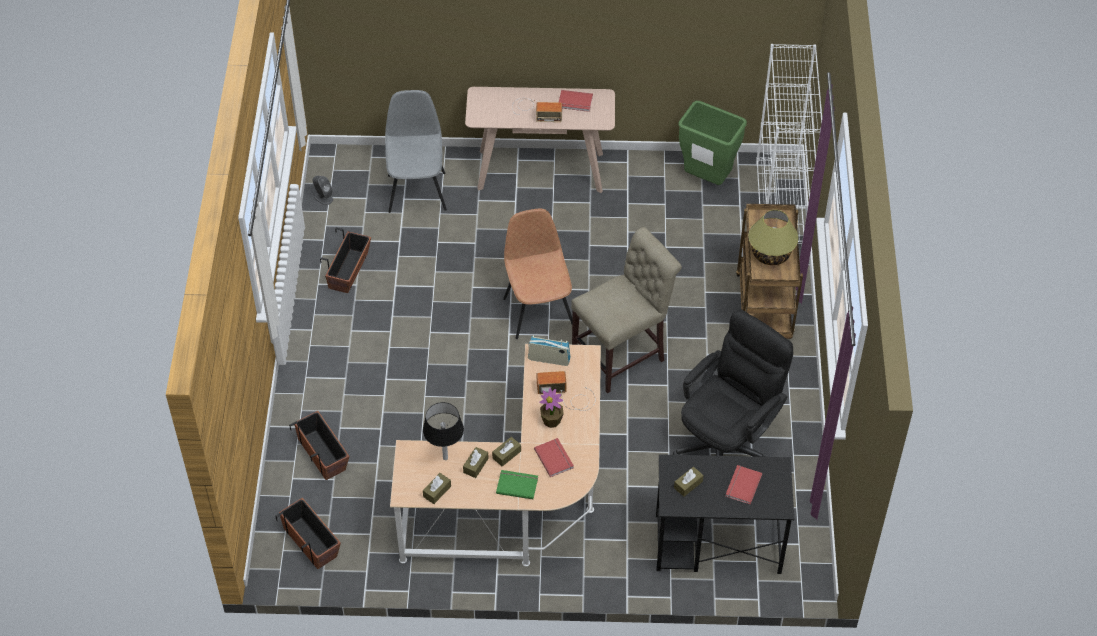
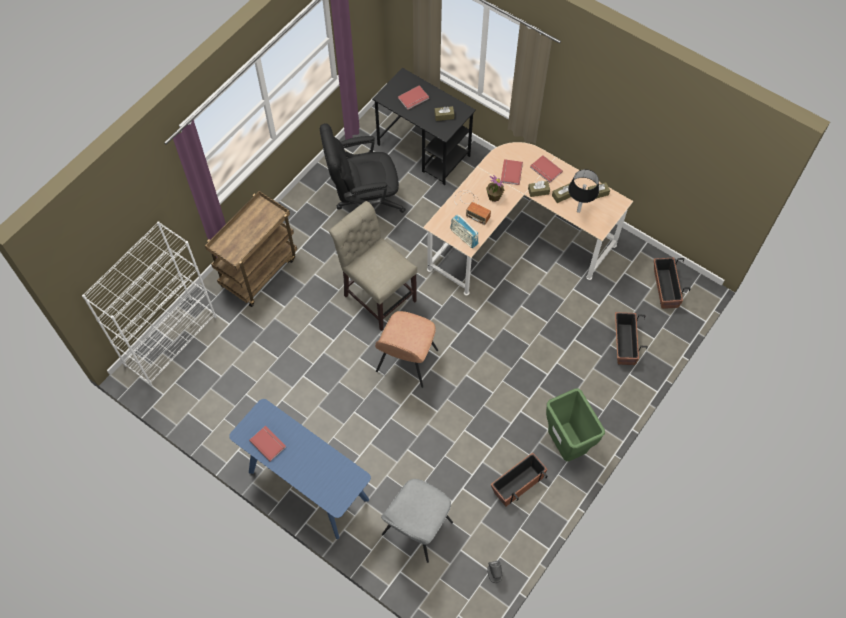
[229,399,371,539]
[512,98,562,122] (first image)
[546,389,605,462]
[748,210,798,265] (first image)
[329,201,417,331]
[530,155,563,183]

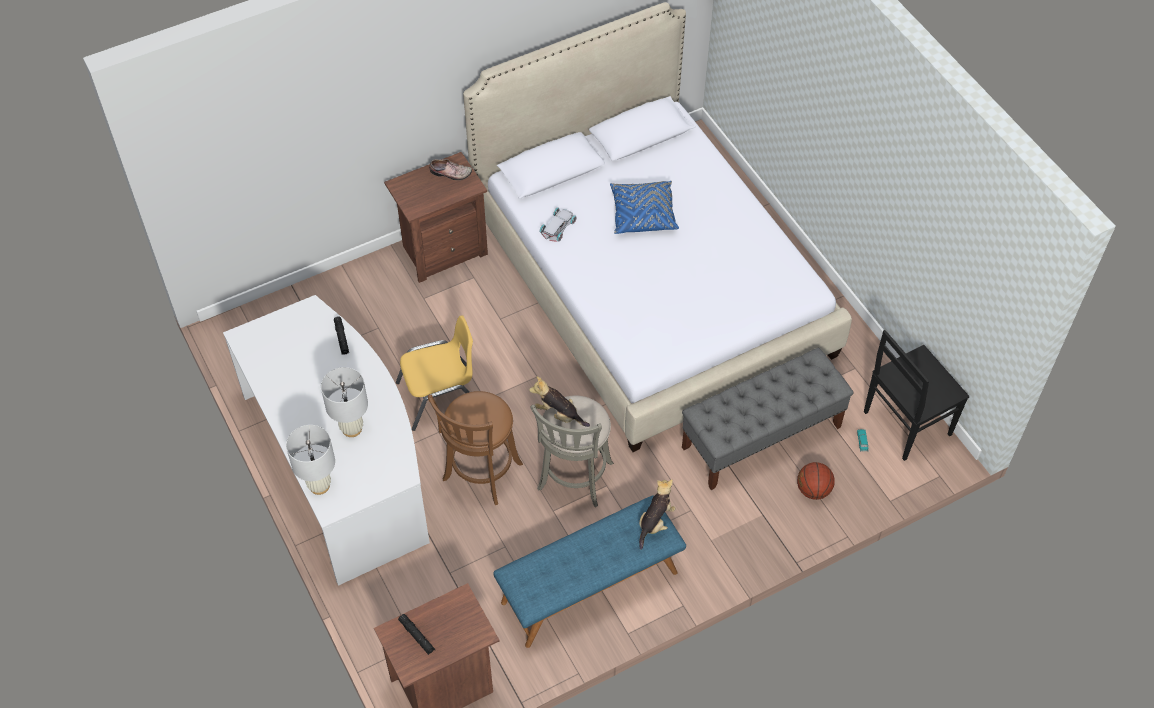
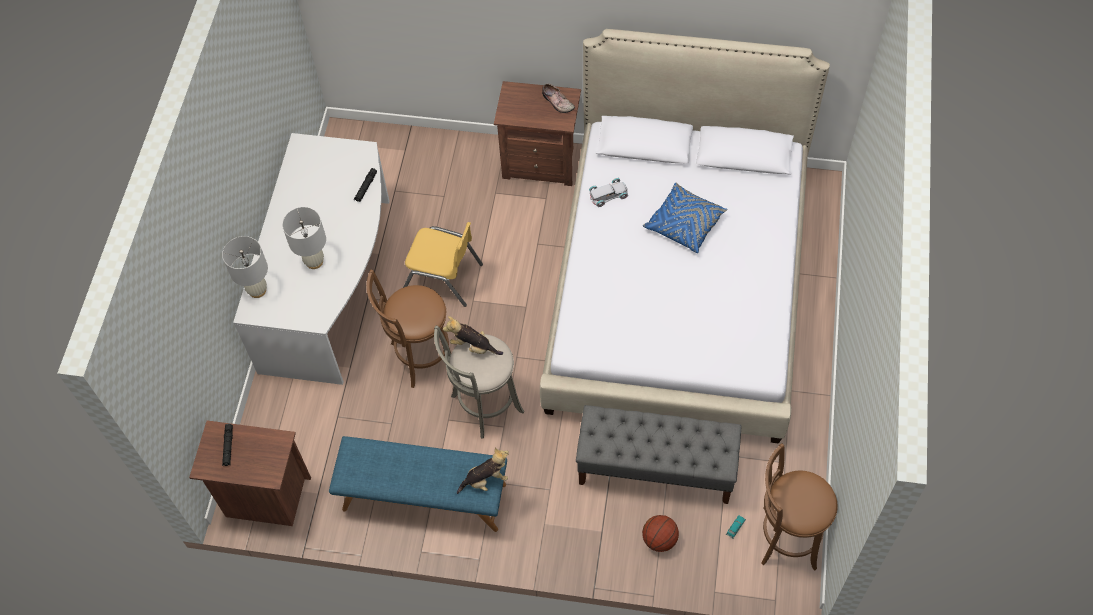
[761,443,837,571]
[443,316,503,355]

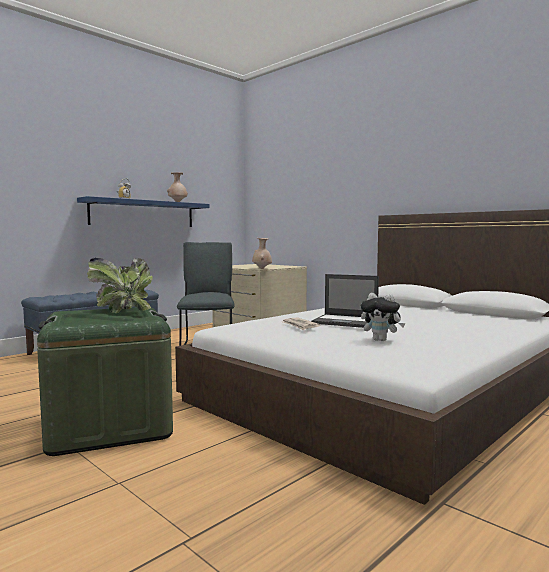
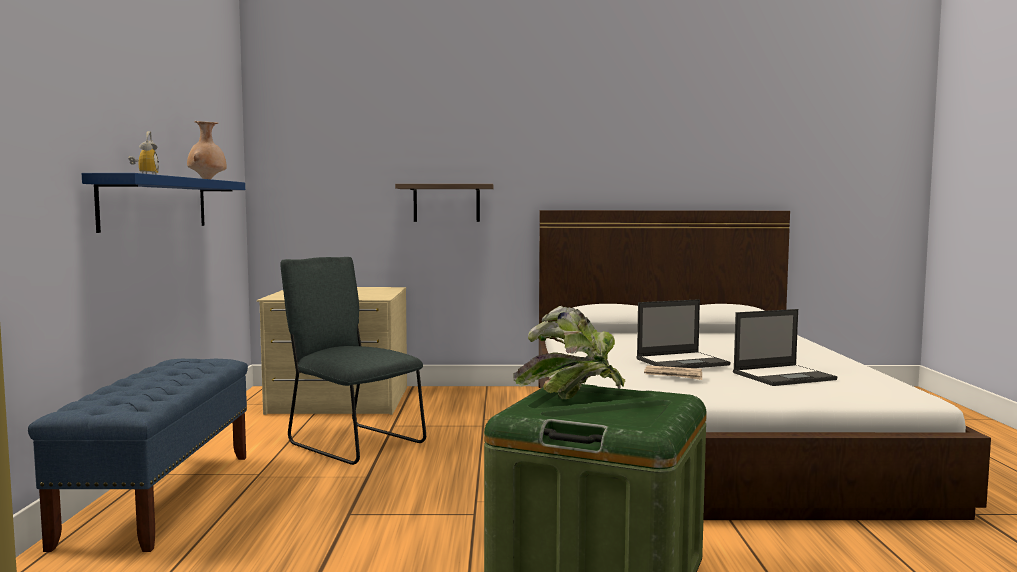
[252,238,272,269] (first image)
[733,309,837,386]
[395,184,494,222]

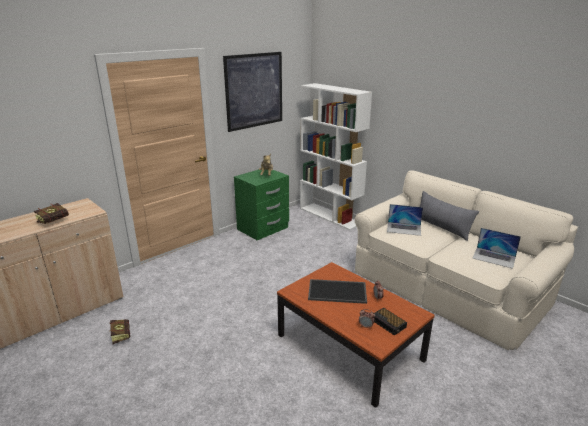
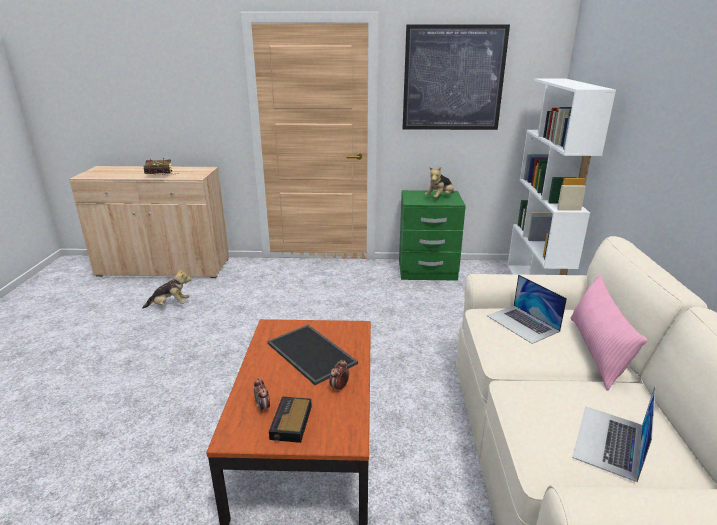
[571,274,648,391]
[572,385,656,482]
[142,268,191,309]

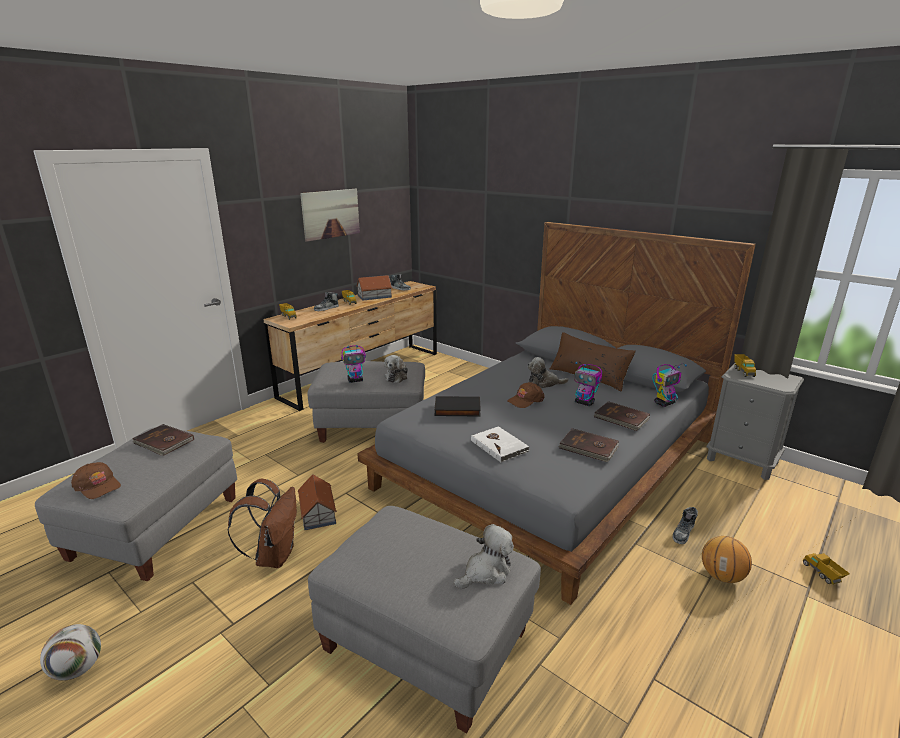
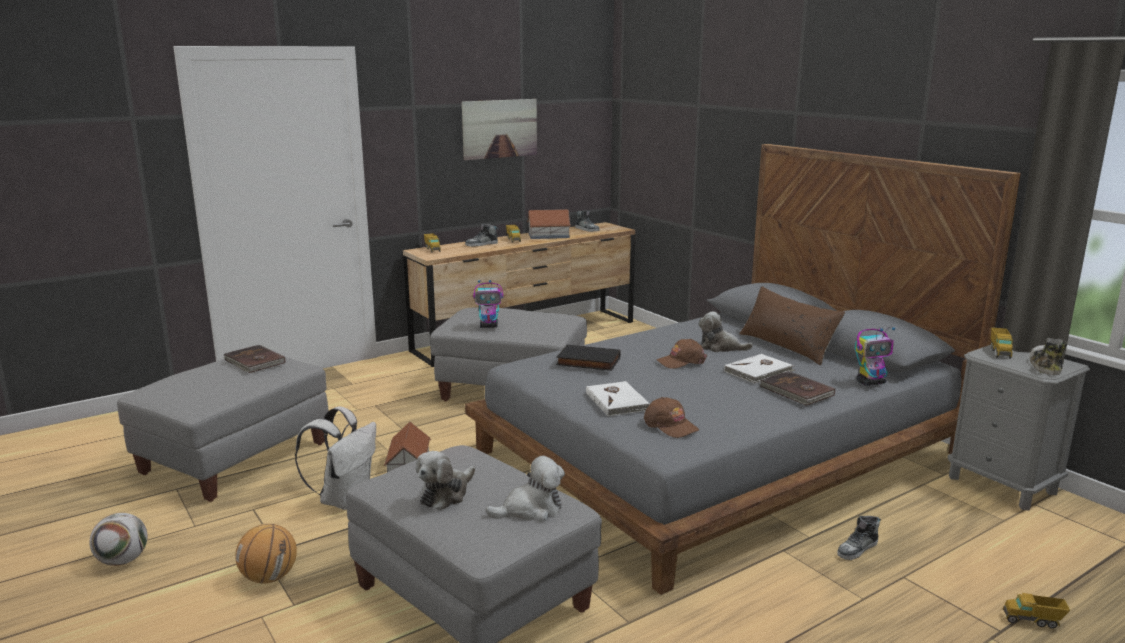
[416,451,475,510]
[724,354,795,384]
[558,428,619,462] (first image)
[644,397,699,438]
[295,406,376,510]
[235,524,297,584]
[1002,593,1070,629]
[1030,338,1067,375]

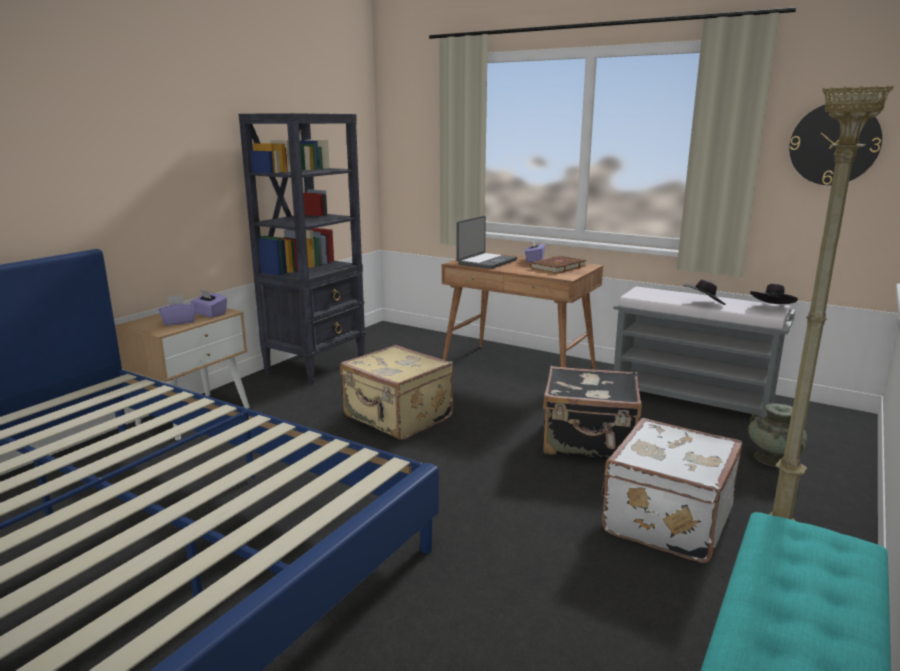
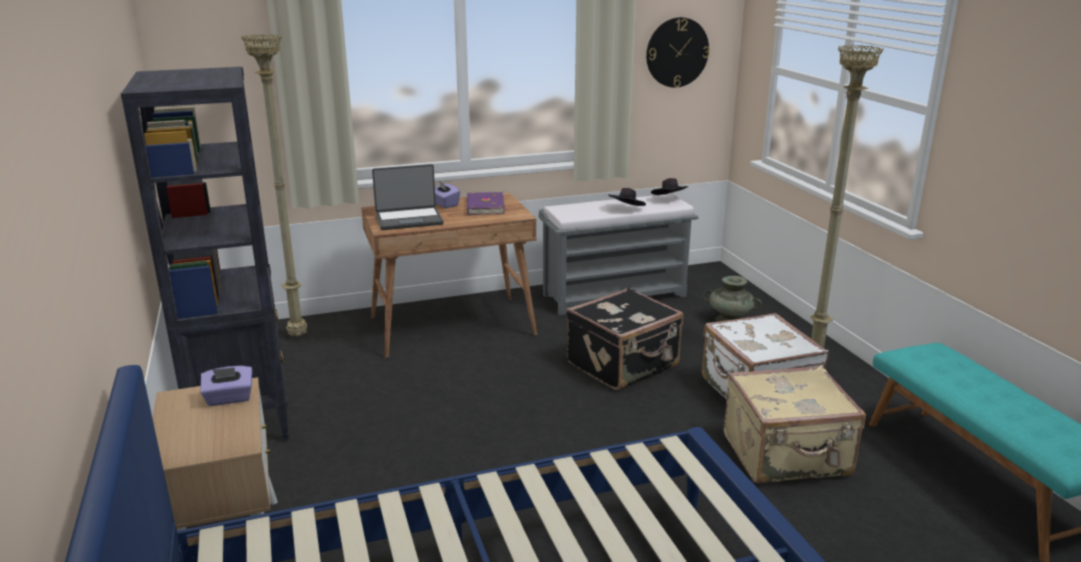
[372,164,444,230]
[467,192,505,215]
[158,295,196,326] (first image)
[724,365,866,484]
[241,34,307,336]

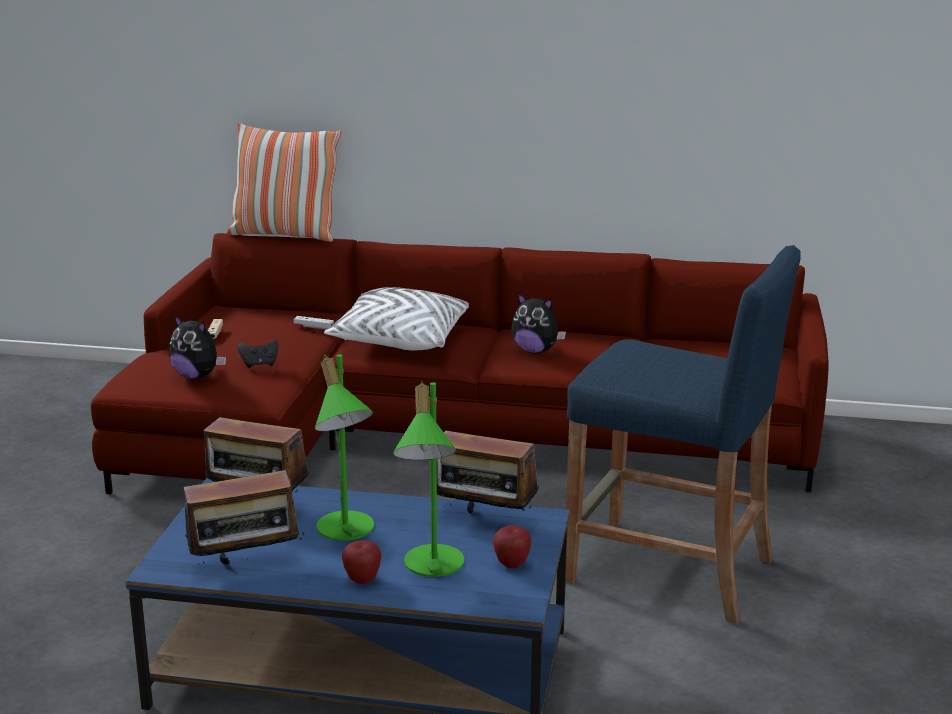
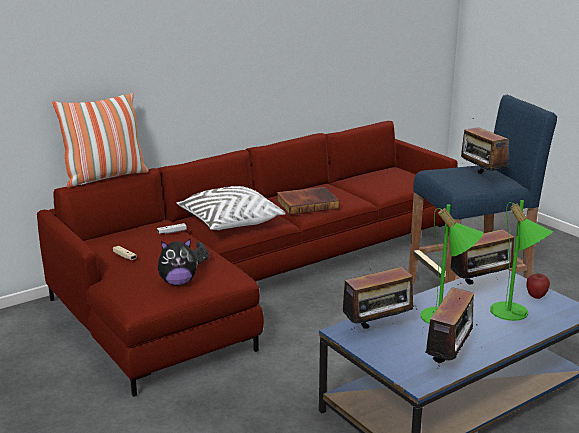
[277,187,340,215]
[342,540,381,584] (first image)
[461,118,509,174]

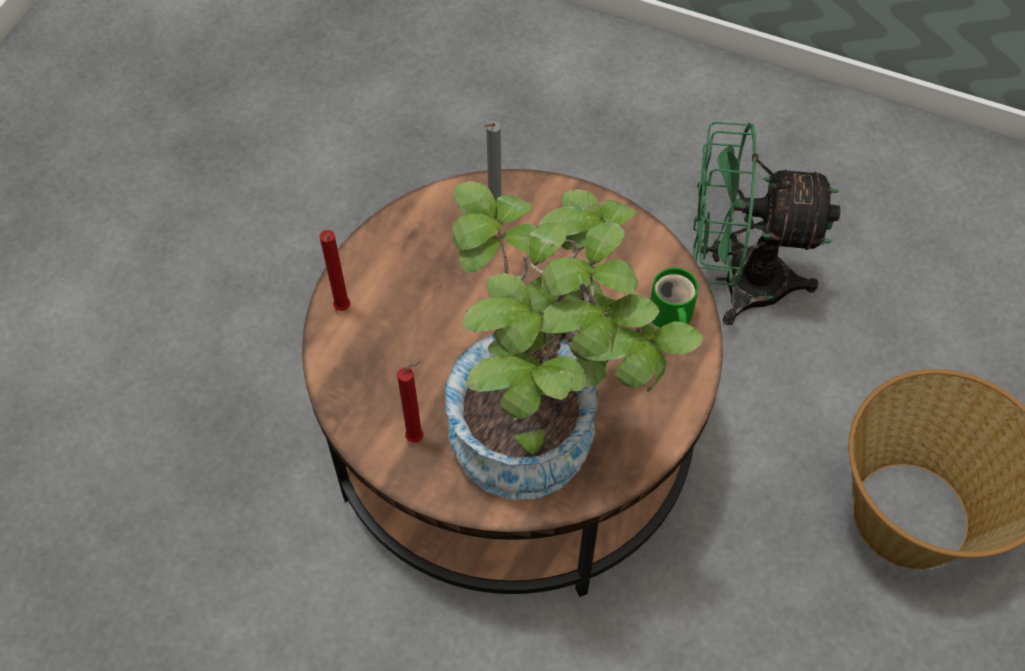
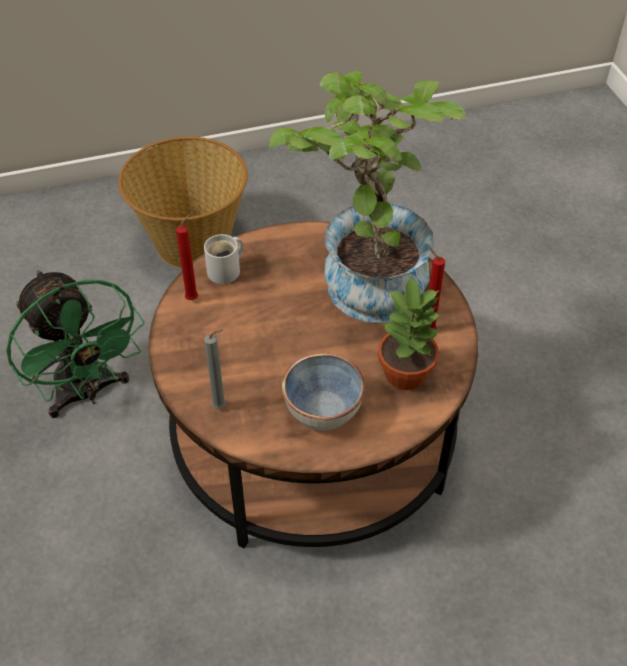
[176,214,198,300]
[204,234,243,284]
[378,276,440,390]
[282,353,365,431]

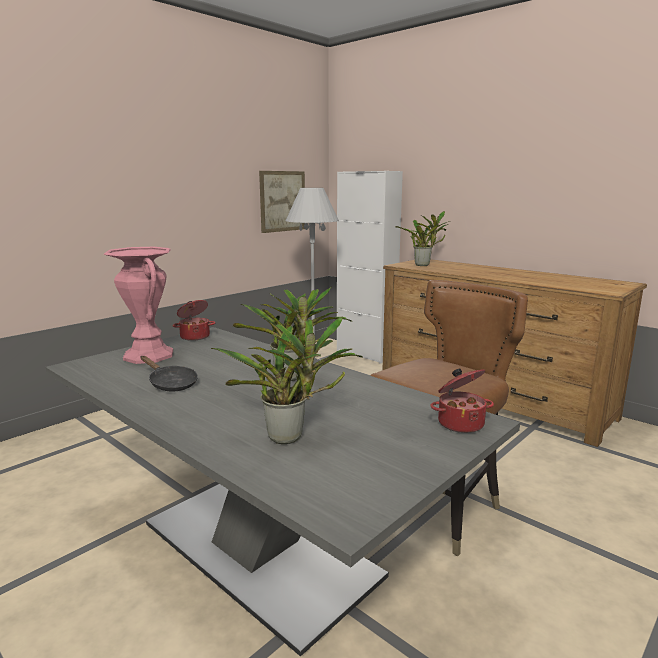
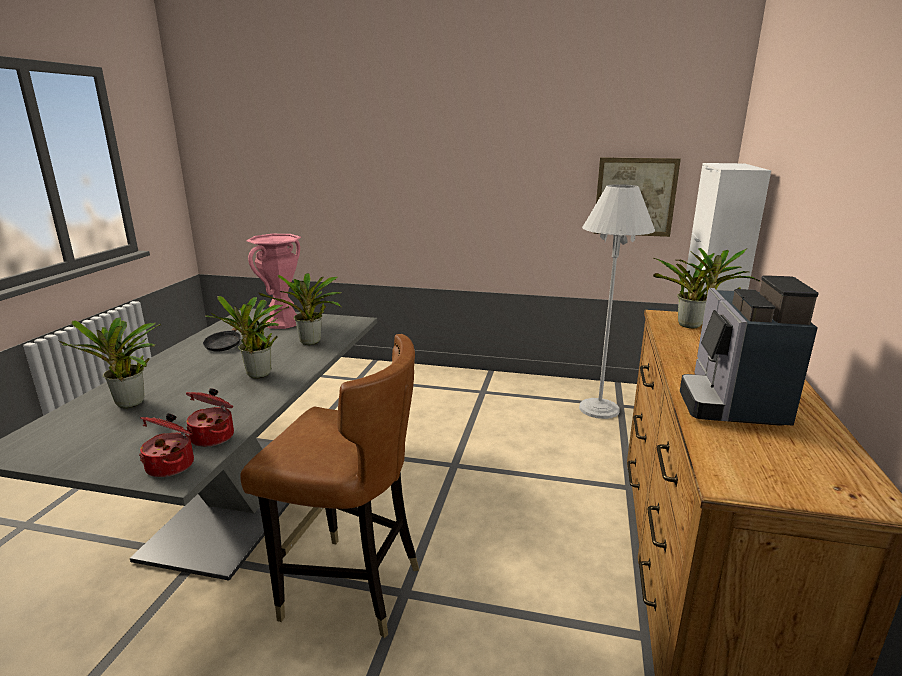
[186,388,234,447]
[259,273,342,345]
[680,275,819,426]

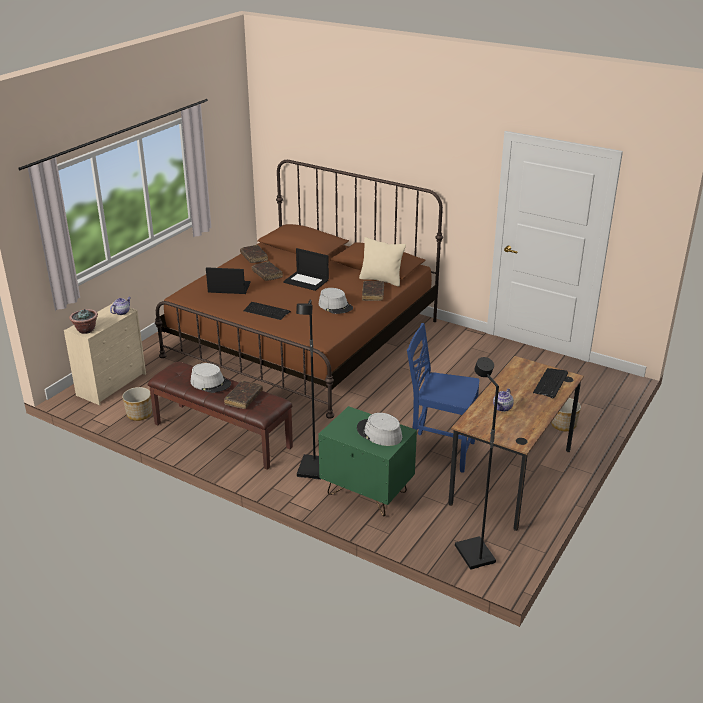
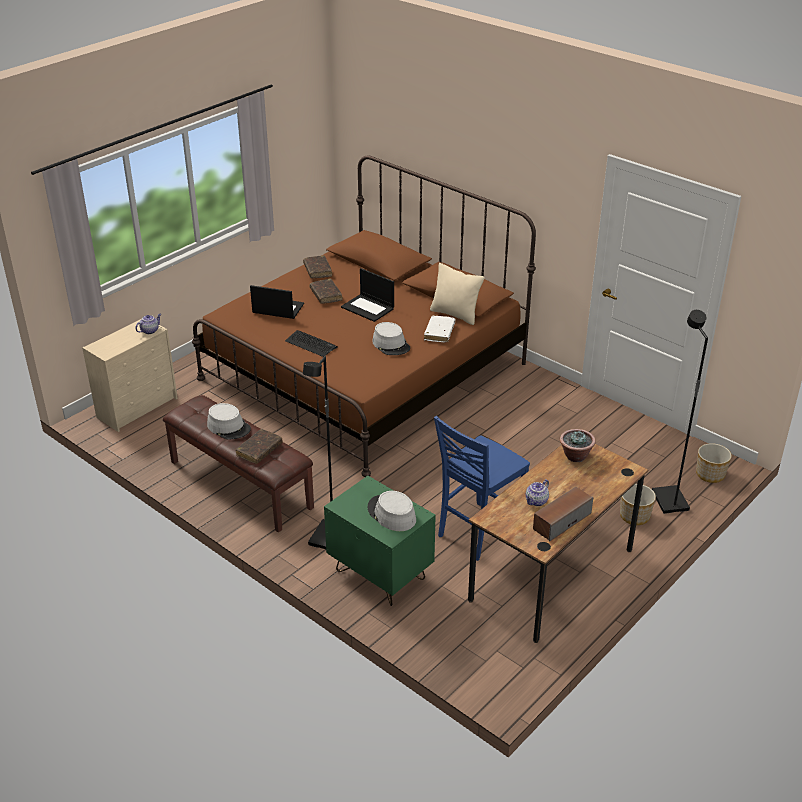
[424,316,455,342]
[560,429,596,462]
[434,416,530,561]
[652,310,708,514]
[533,368,568,398] (first image)
[696,443,732,483]
[533,487,593,542]

